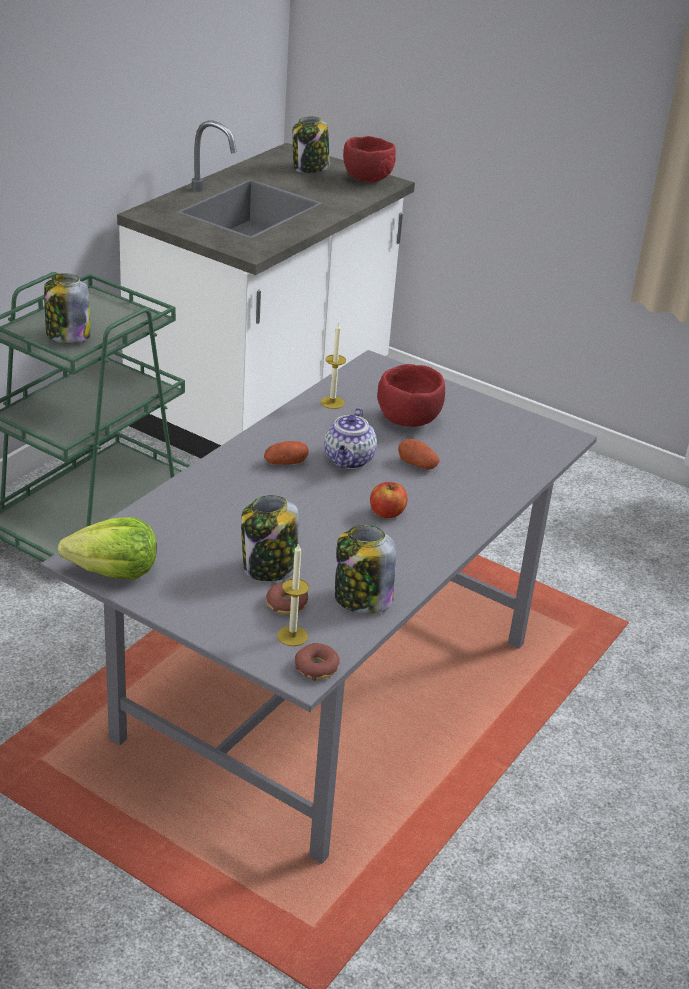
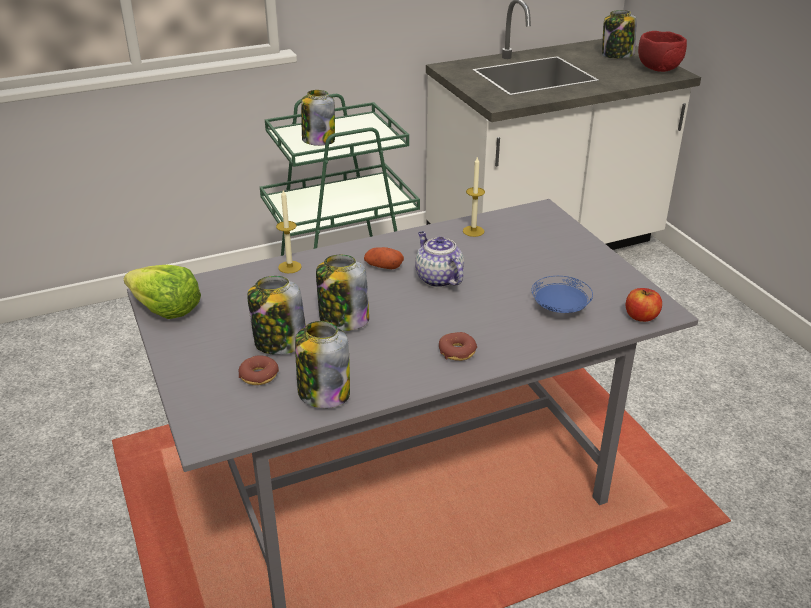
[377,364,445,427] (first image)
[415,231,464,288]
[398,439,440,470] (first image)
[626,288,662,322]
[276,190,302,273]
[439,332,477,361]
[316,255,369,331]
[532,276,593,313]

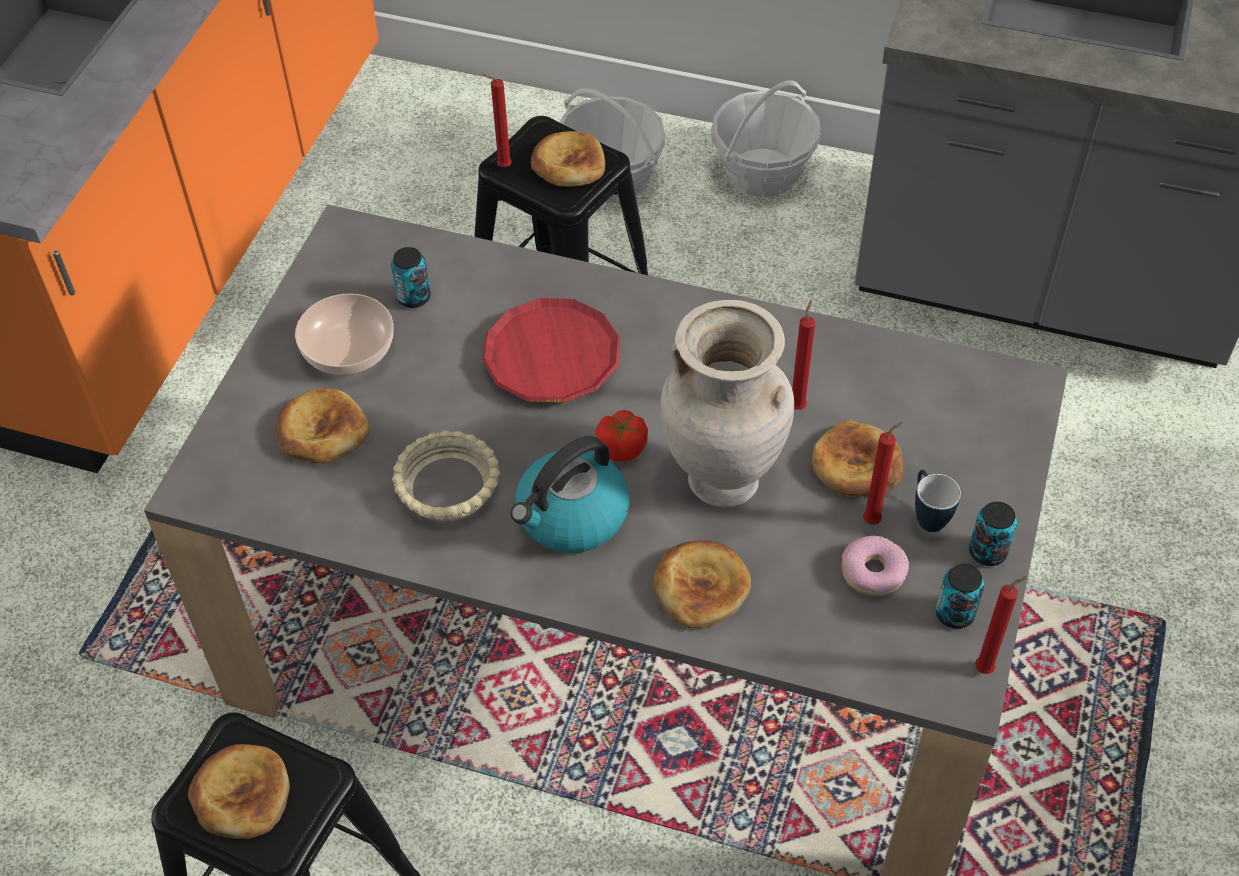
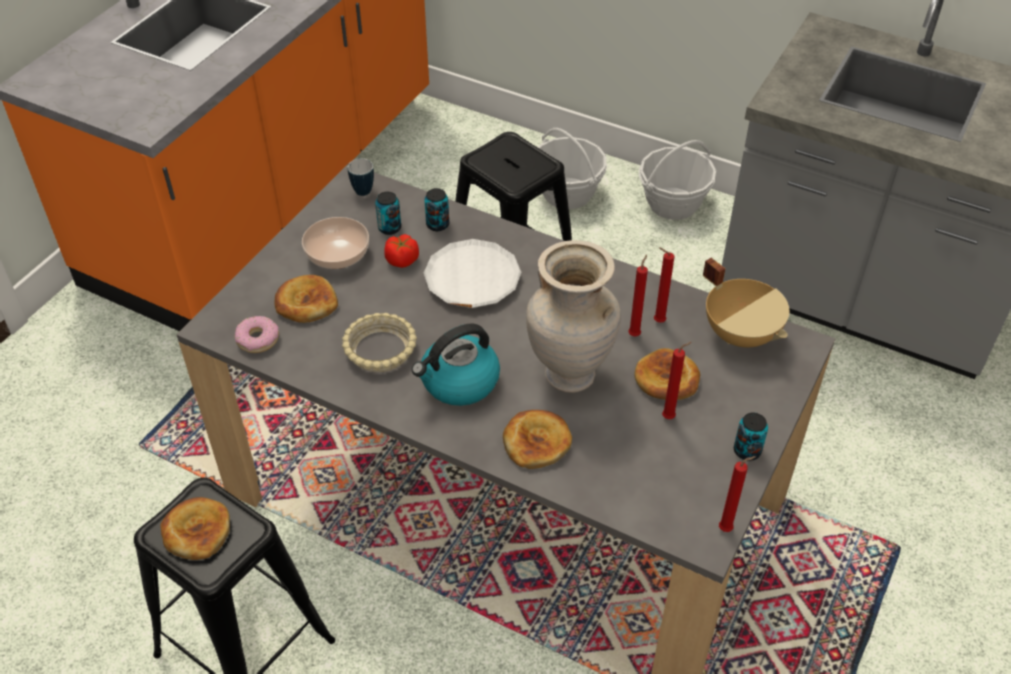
[654,247,675,323]
[531,131,605,187] (first image)
[424,239,521,308]
[385,234,419,268]
[348,158,374,196]
[235,316,279,353]
[424,188,449,231]
[703,258,789,347]

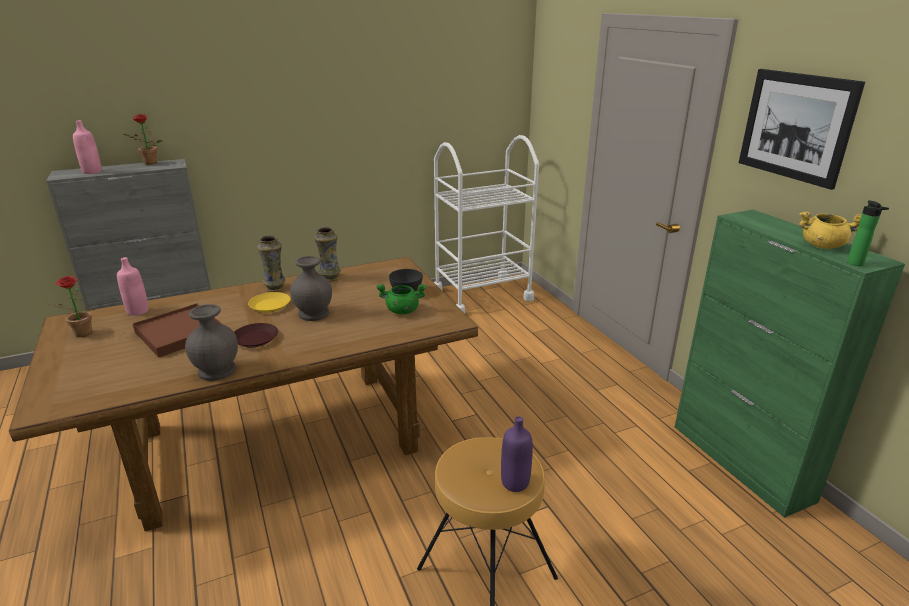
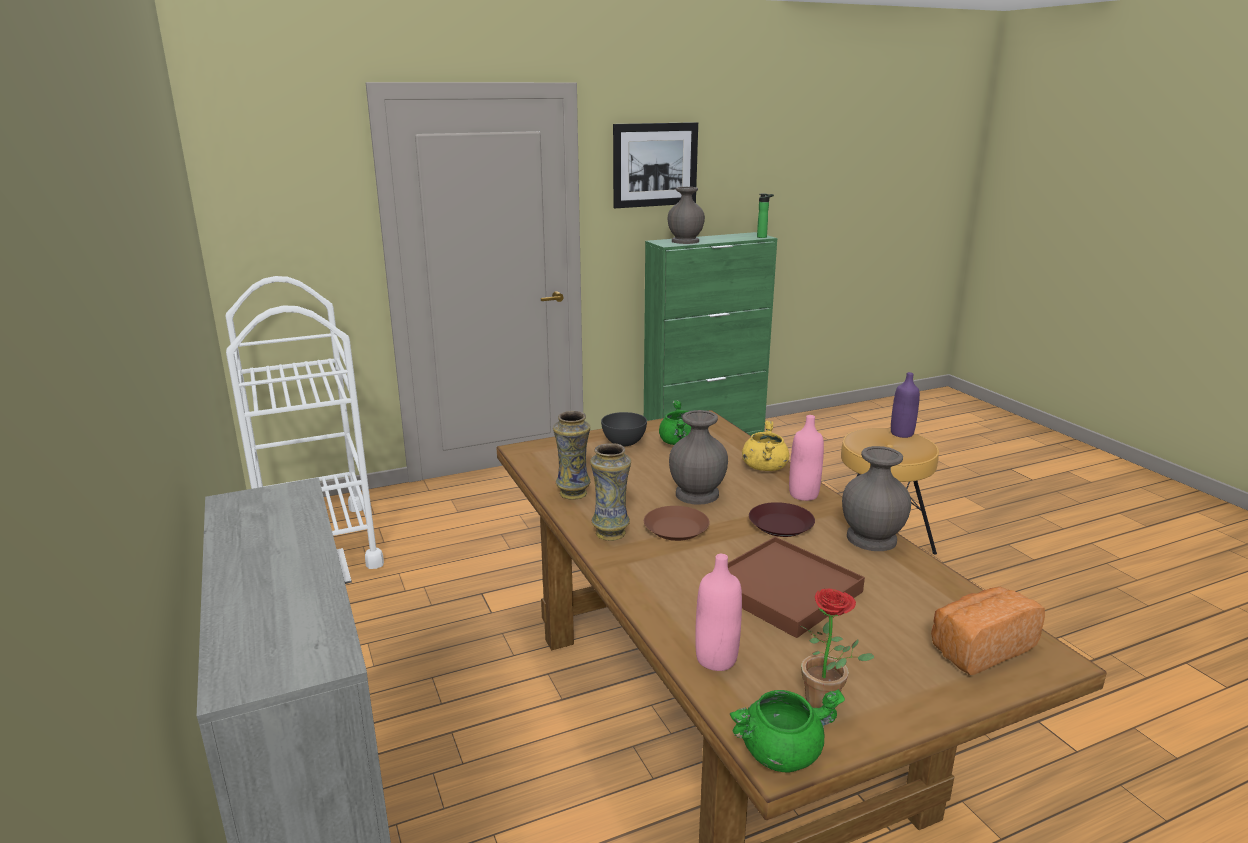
[123,114,162,165] (first image)
[789,415,824,501]
[742,420,789,471]
[644,506,710,541]
[668,187,705,244]
[931,587,1045,675]
[730,689,845,773]

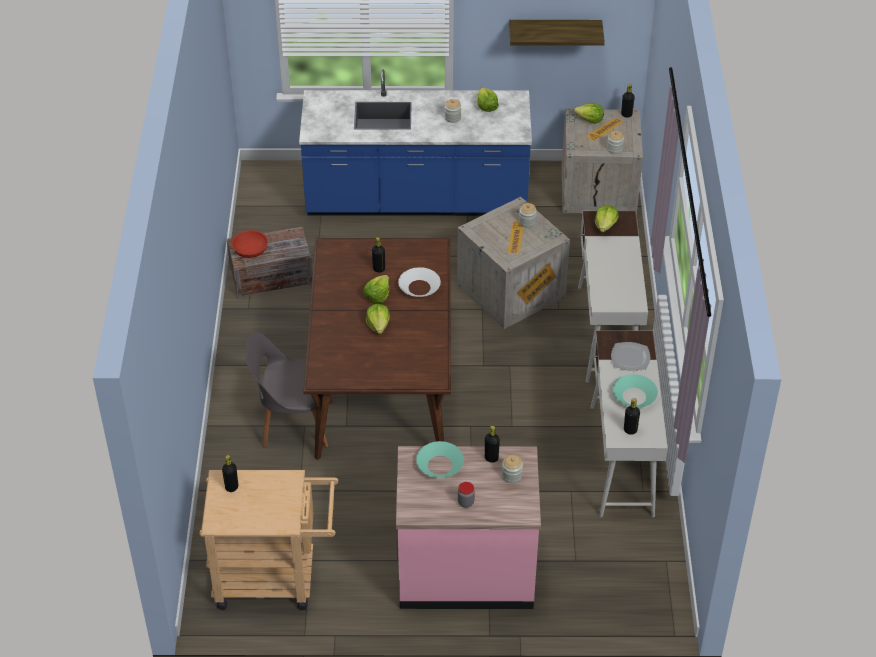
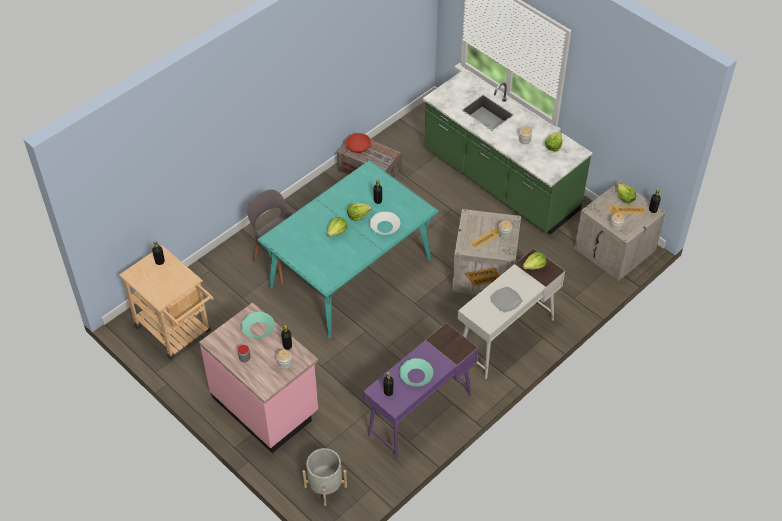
[509,20,605,46] (first image)
[423,69,592,235]
[257,160,439,338]
[363,323,478,460]
[490,287,522,312]
[302,448,347,506]

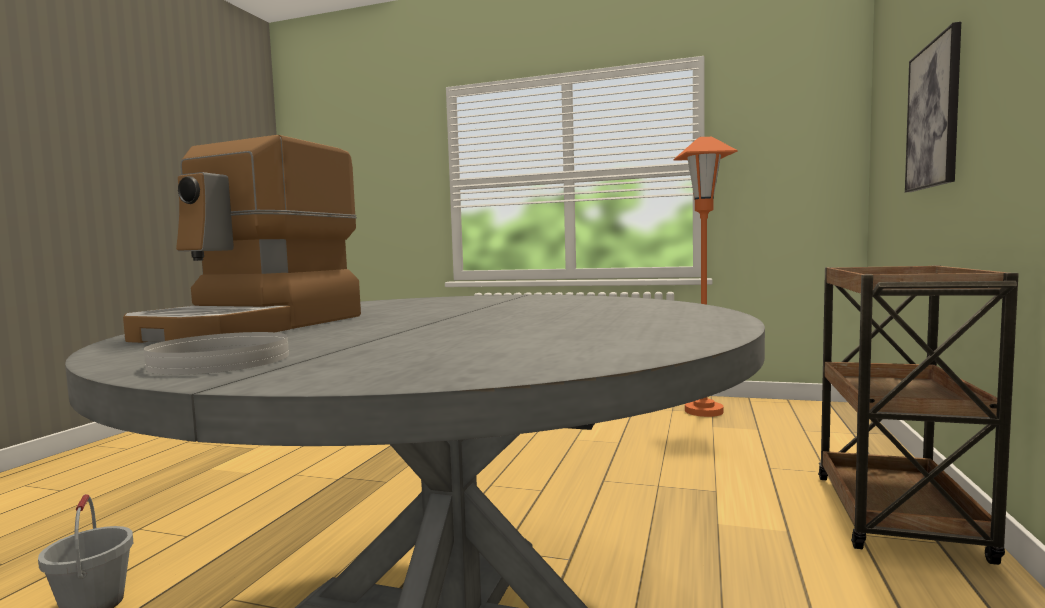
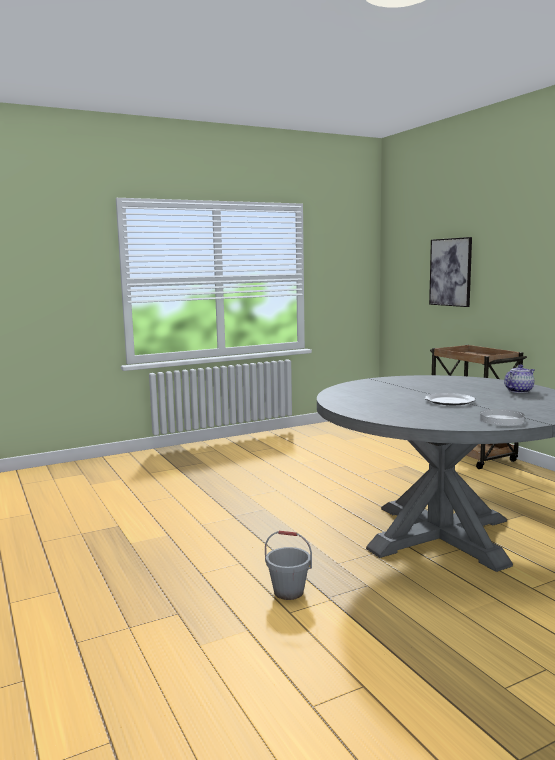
[123,135,361,343] (first image)
[673,137,737,417] (first image)
[504,365,535,393]
[425,393,475,405]

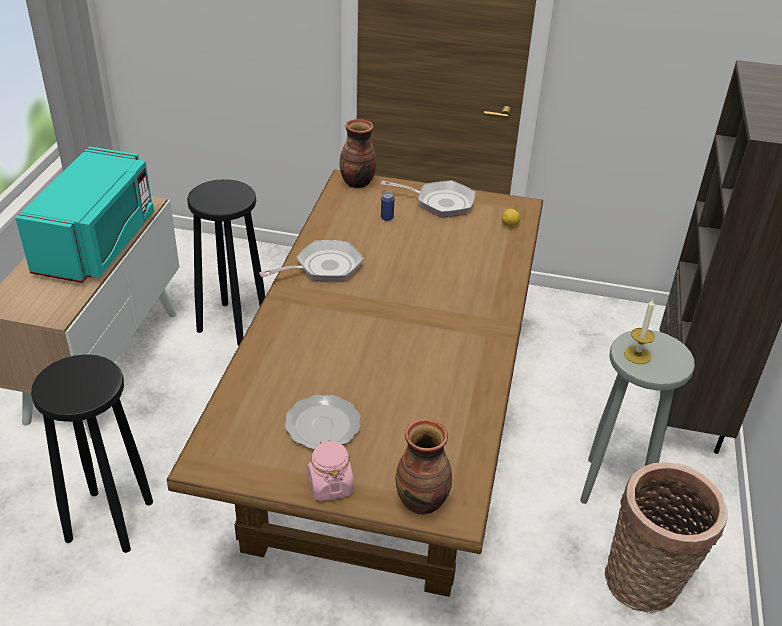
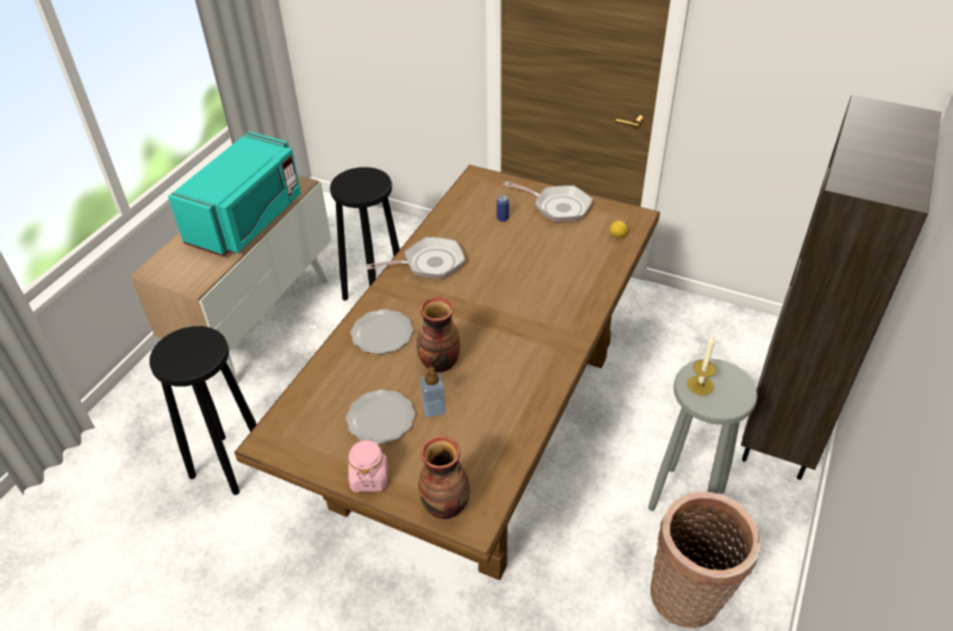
[416,297,461,372]
[350,309,413,354]
[420,367,446,417]

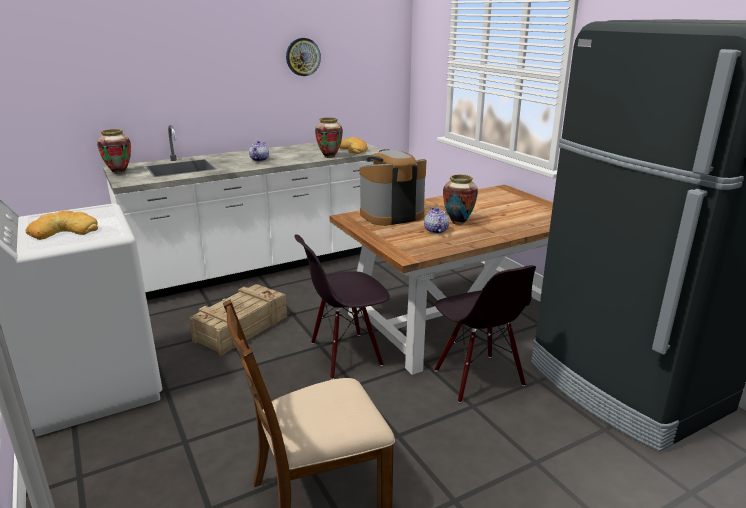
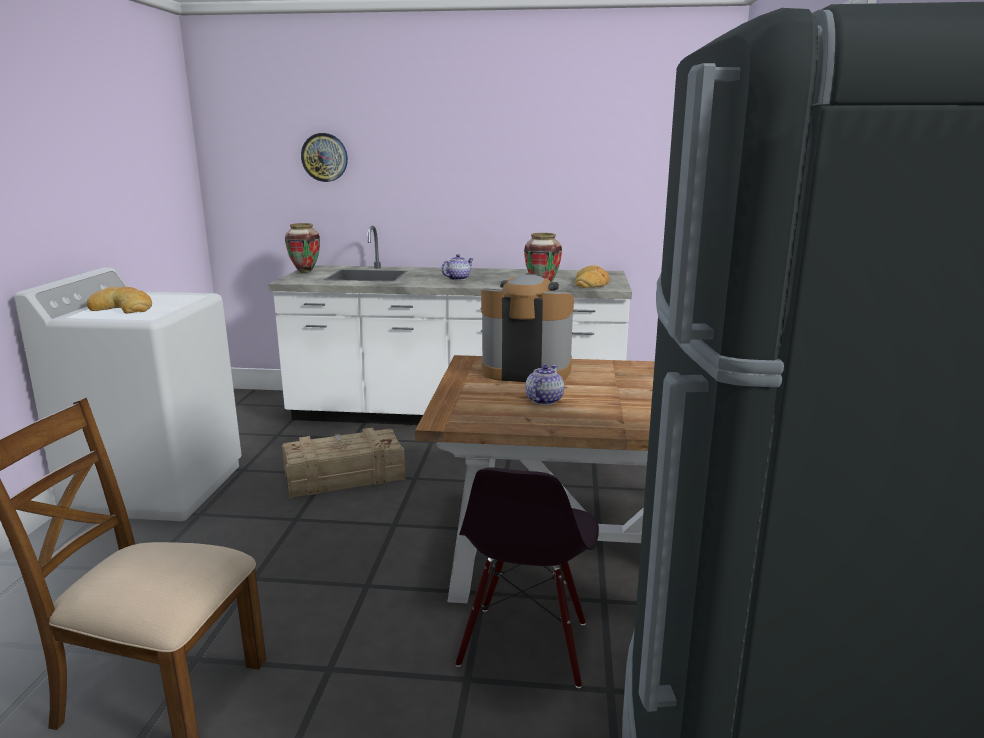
[301,133,348,182]
[443,174,478,225] (first image)
[294,234,390,380] (first image)

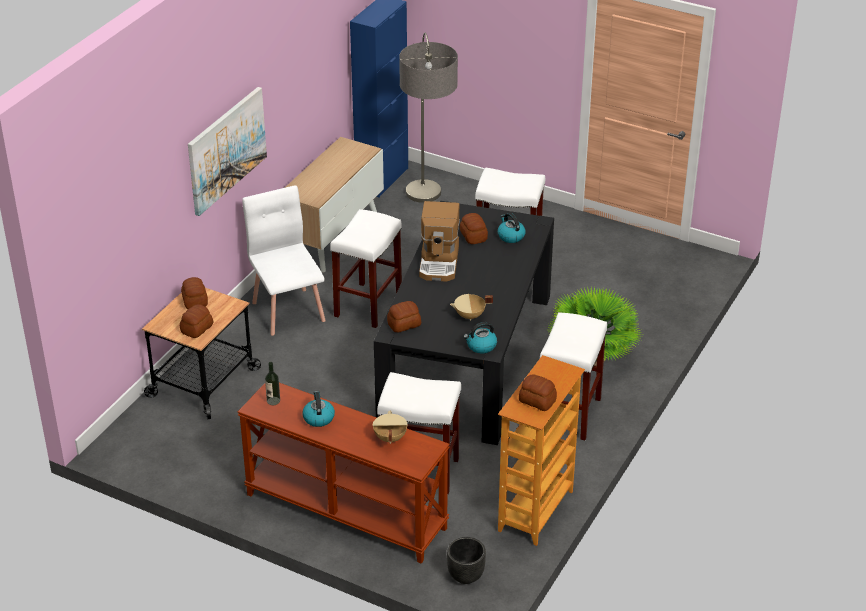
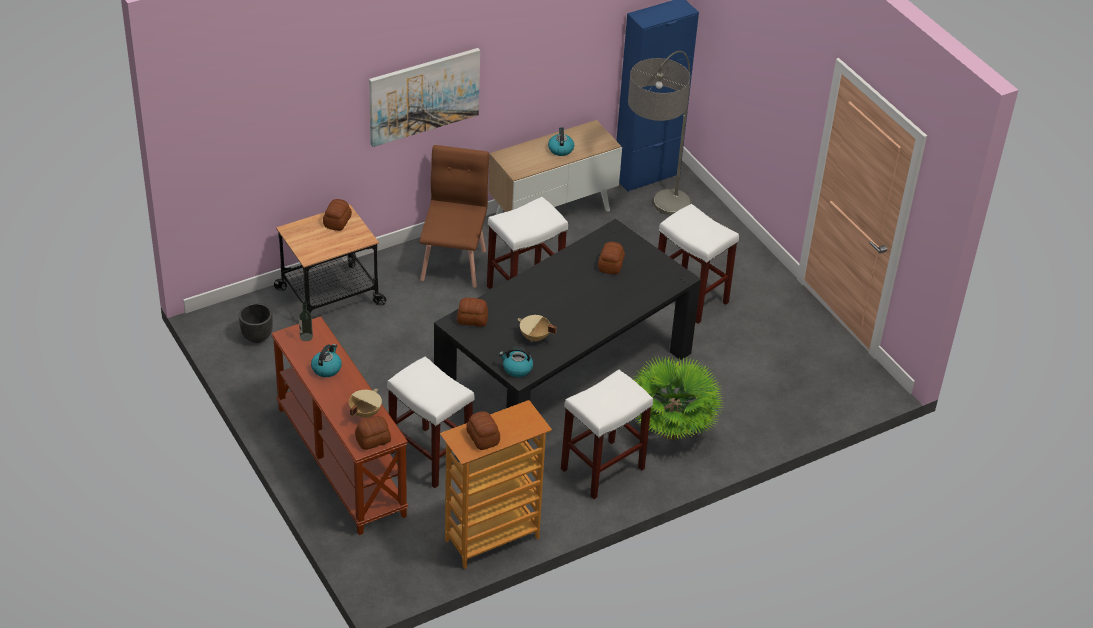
[420,145,489,288]
[419,201,460,282] (first image)
[548,127,574,156]
[355,416,391,450]
[239,303,273,343]

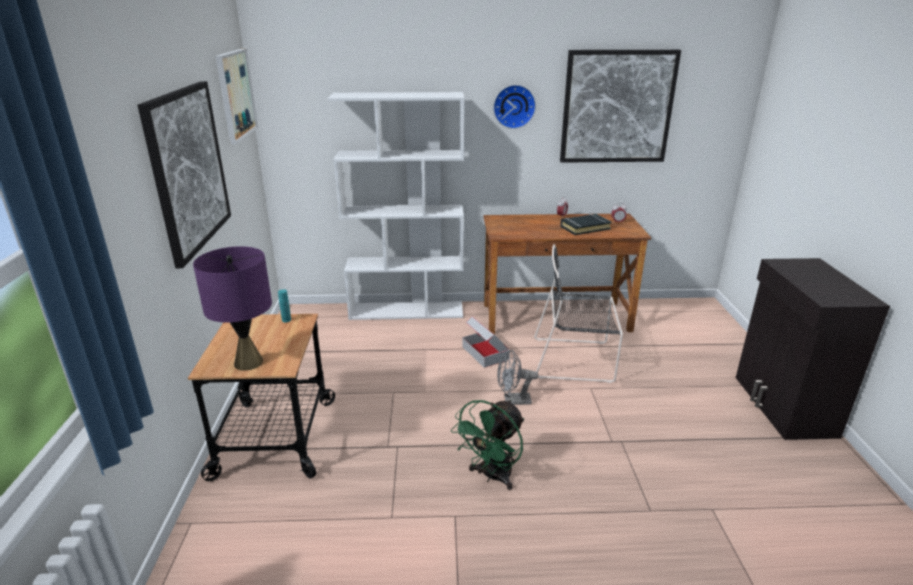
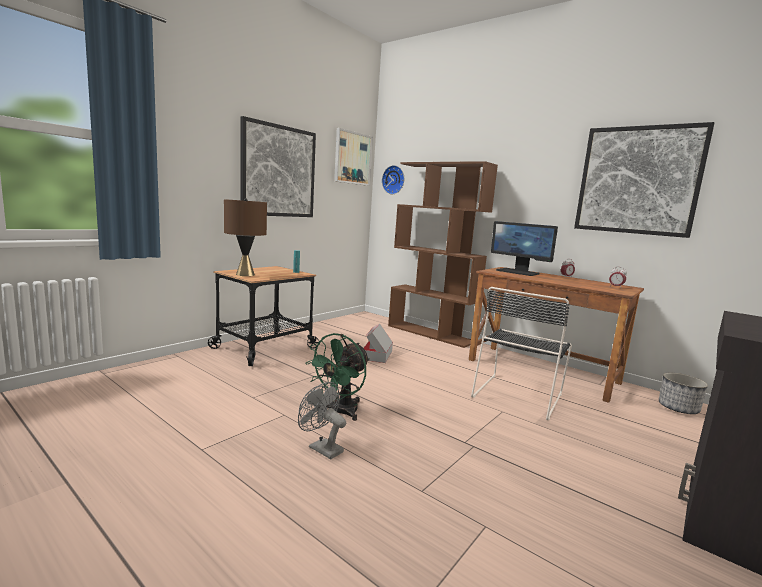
[382,165,404,194]
[388,161,498,348]
[560,214,612,235] (first image)
[471,287,572,420]
[224,198,267,276]
[364,324,393,363]
[298,382,346,459]
[305,333,370,421]
[491,221,558,276]
[659,373,708,414]

